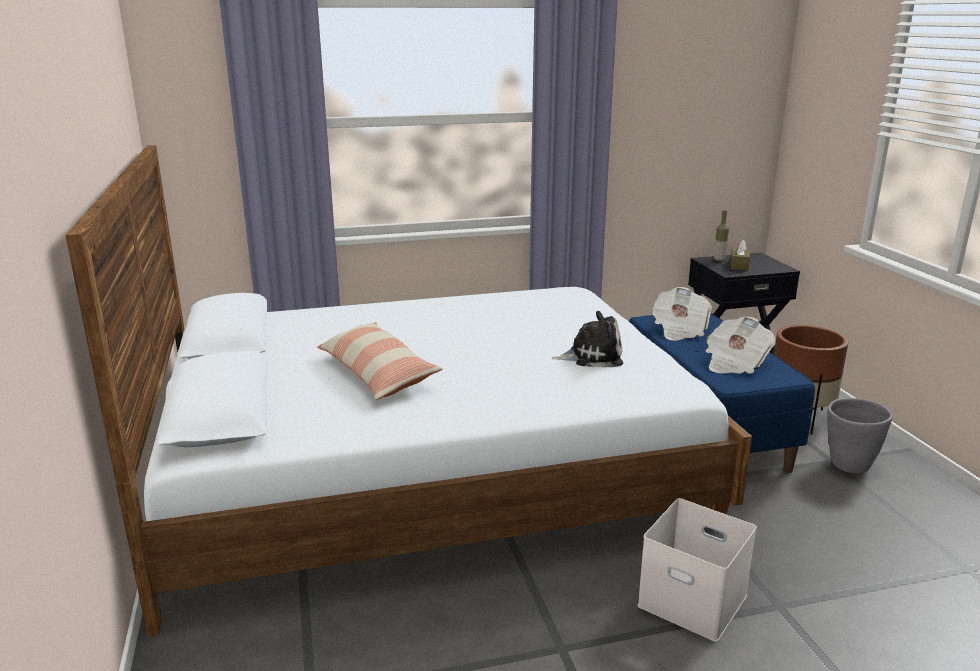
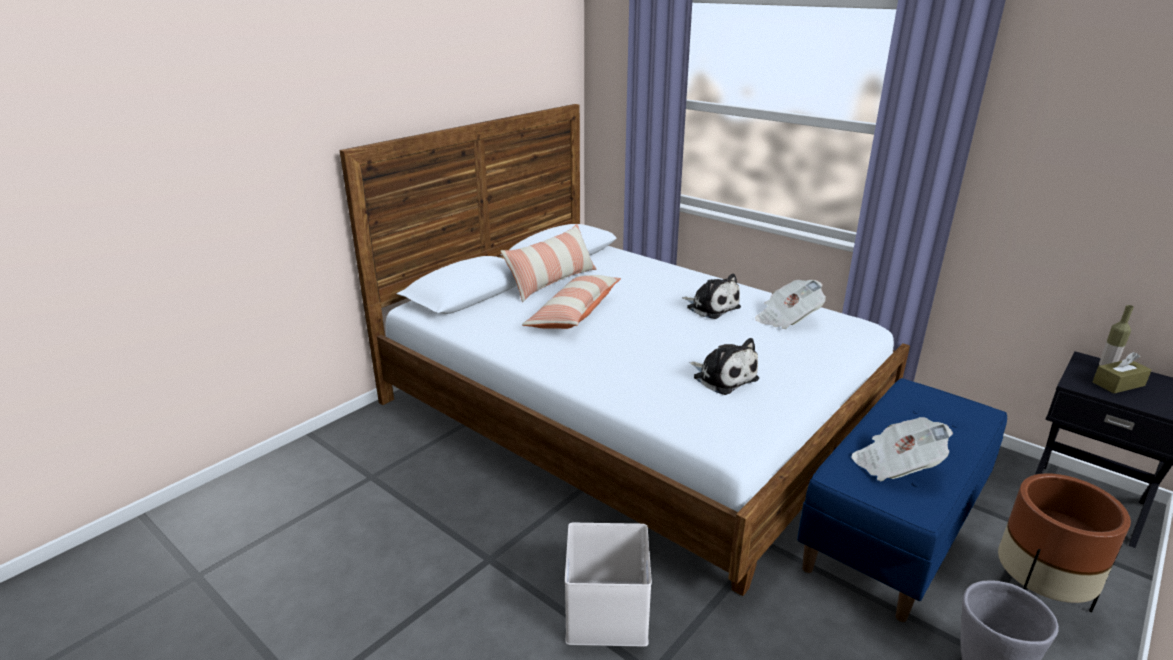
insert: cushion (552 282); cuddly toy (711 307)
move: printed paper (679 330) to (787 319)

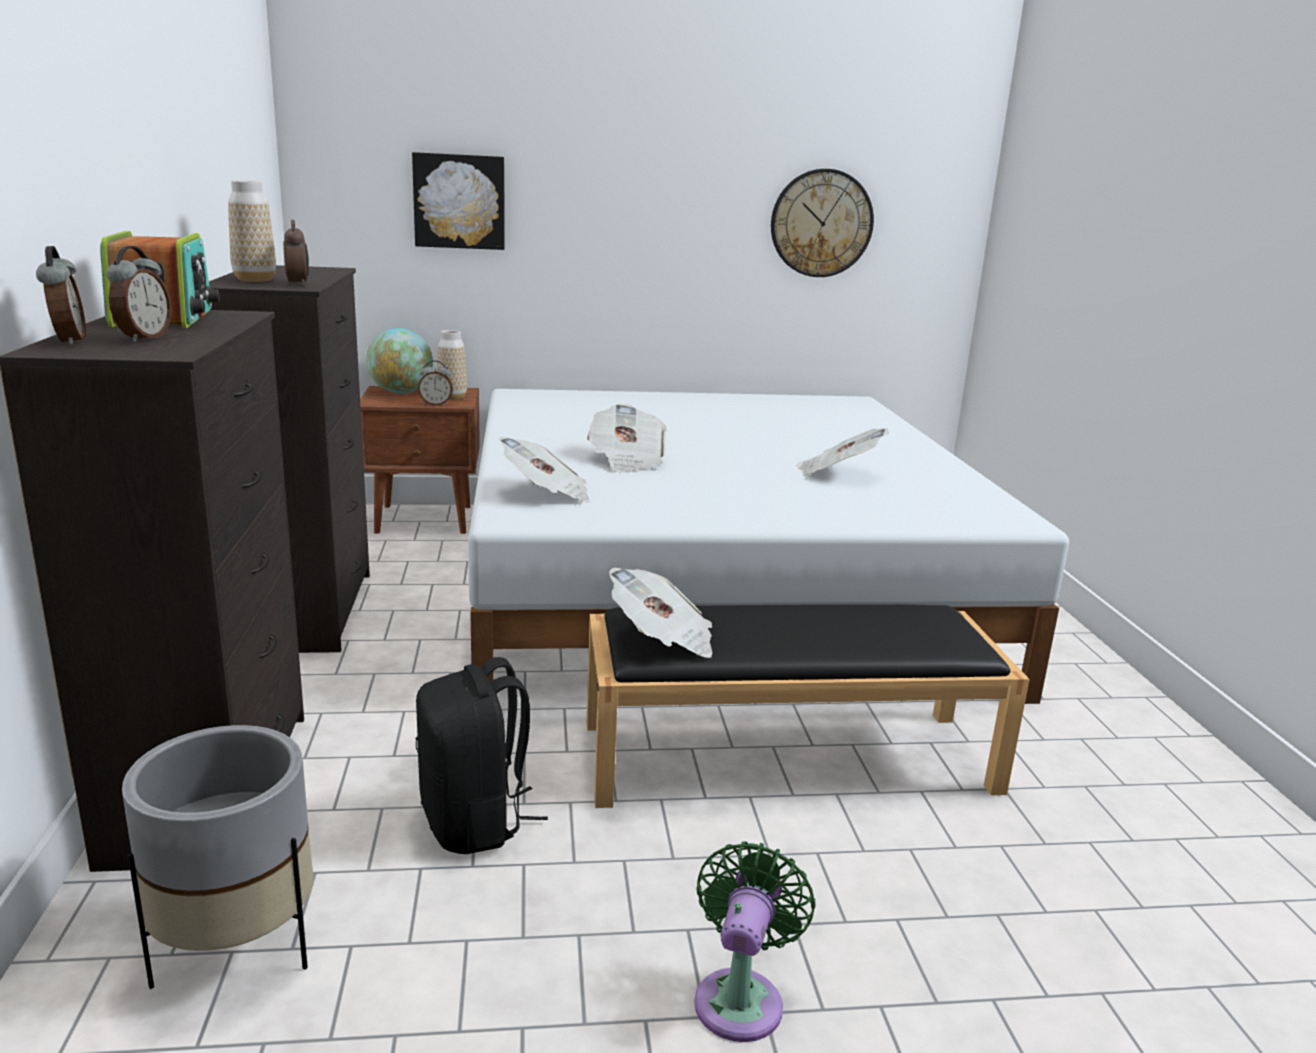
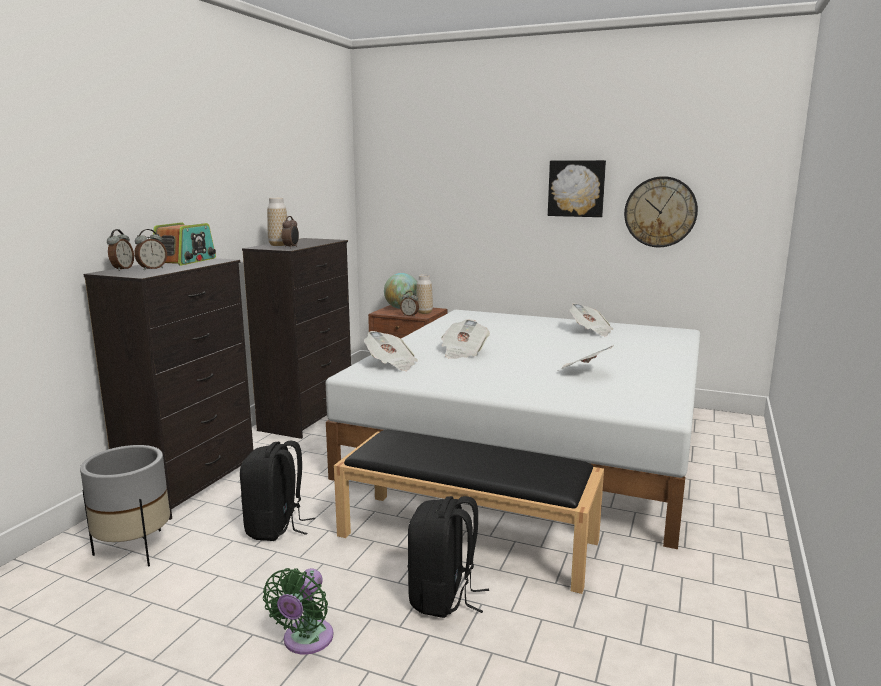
insert: backpack in blackish (443 597)
move: wall picture (459 201) to (576 188); printed paper (663 639) to (591 331)
rotate: cooling fan in green-coloured (741 997) = (305 641) 150 degrees clockwise

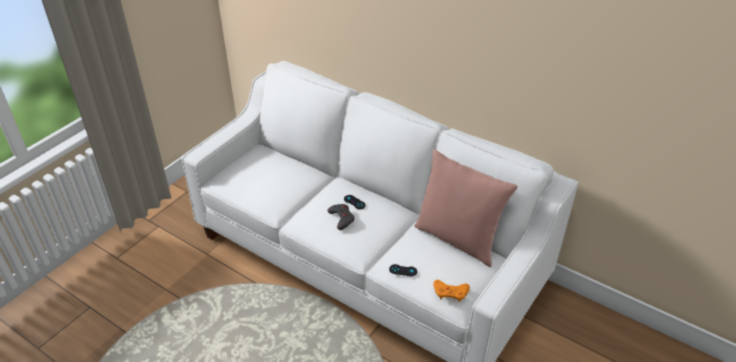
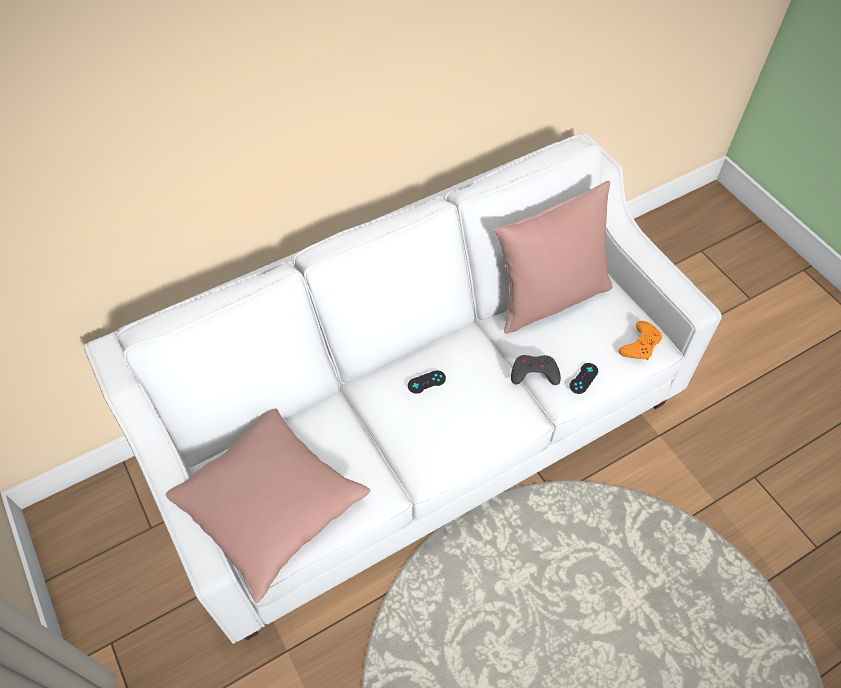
insert: cushion in pink (269 506)
move: gamepad in grey (341 218) to (534 373)

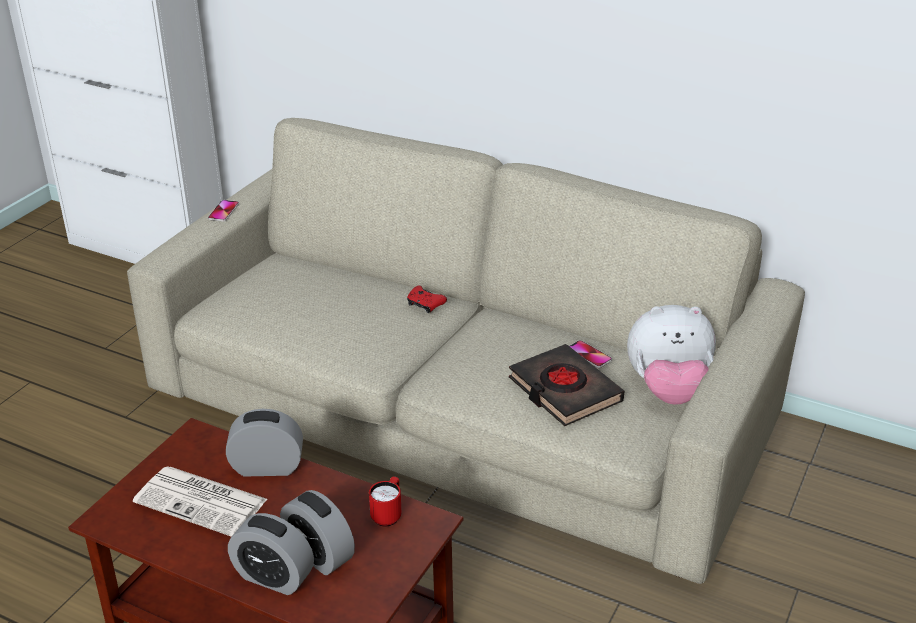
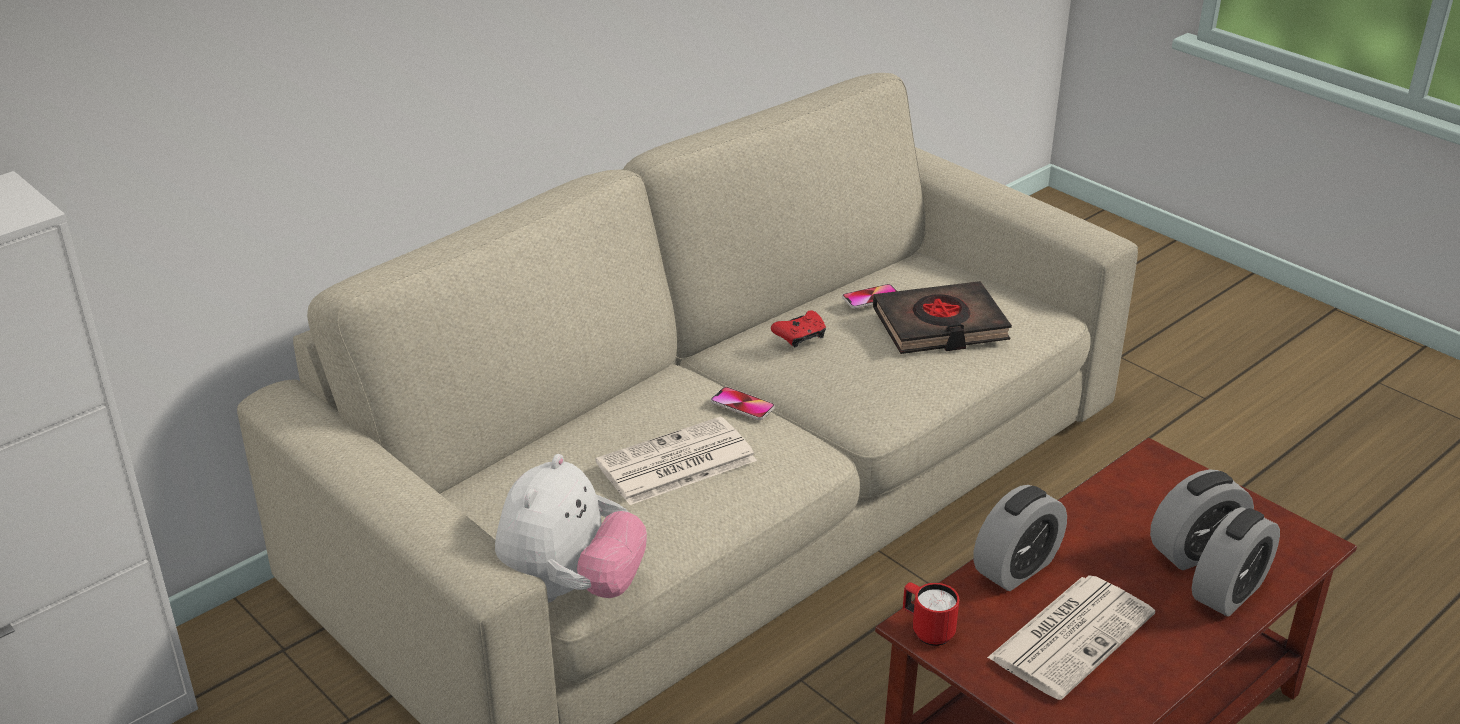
insert: printed paper (675 463)
move: telephone (223 211) to (742 405); tea mug in reddish (388 514) to (927 631); gamepad in reddish (425 304) to (800 336); cuddly toy (668 390) to (571 590)
rotate: table clock (267 467) = (1016 568) 150 degrees counterclockwise

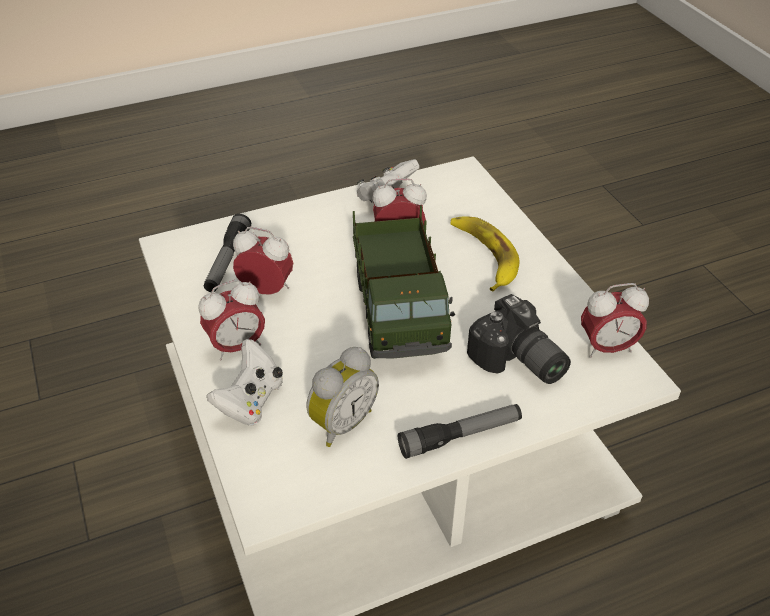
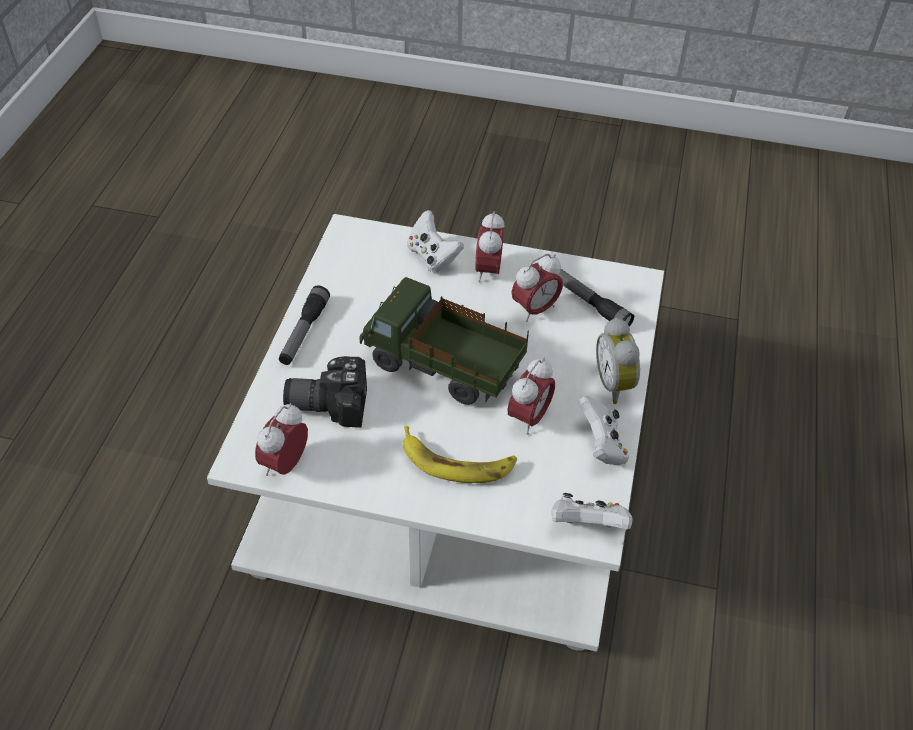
insert: gamepad in white (588 525)
move: table clock (341 422) to (616 384)

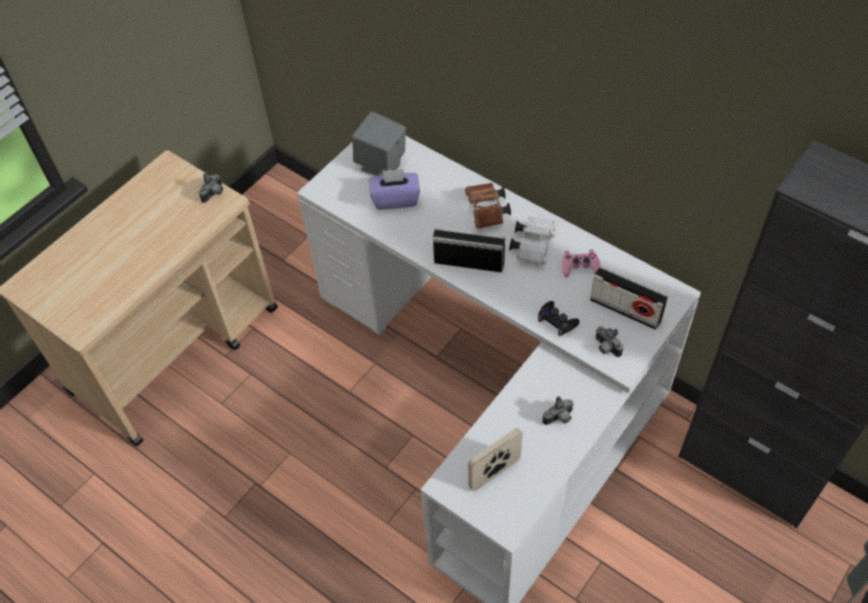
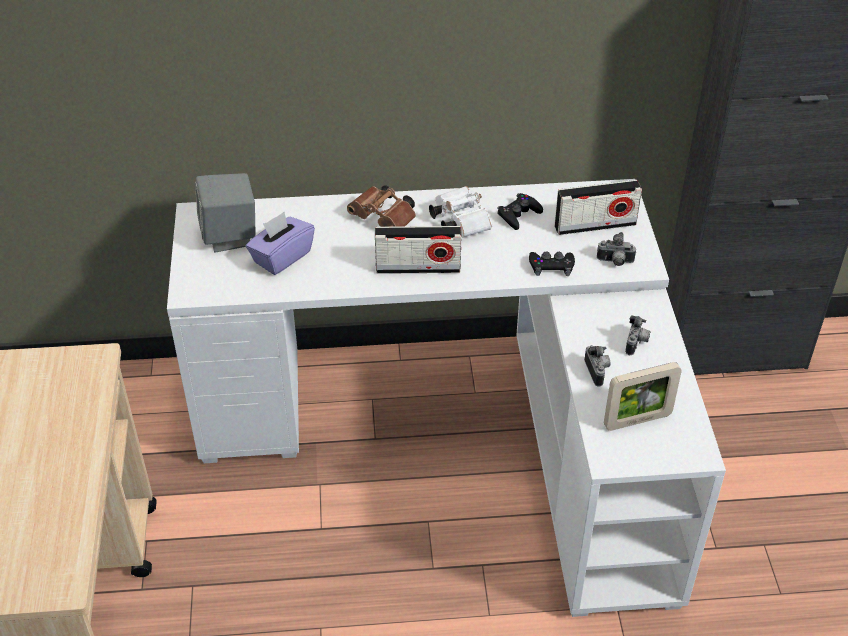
move: still camera (214 194) to (597 372)
recolor: gamepad in pink (580 266) to gamepad in blackish (518 215)
rotate: radio (469 262) = (418 268) 150 degrees counterclockwise; picture frame (494 473) = (637 420) 120 degrees counterclockwise

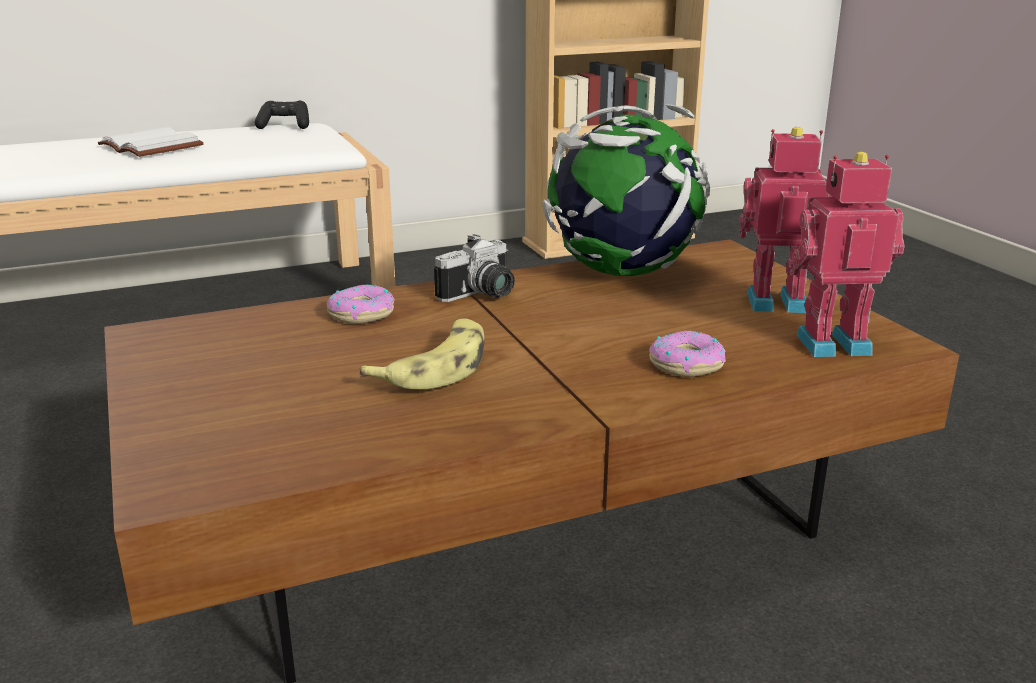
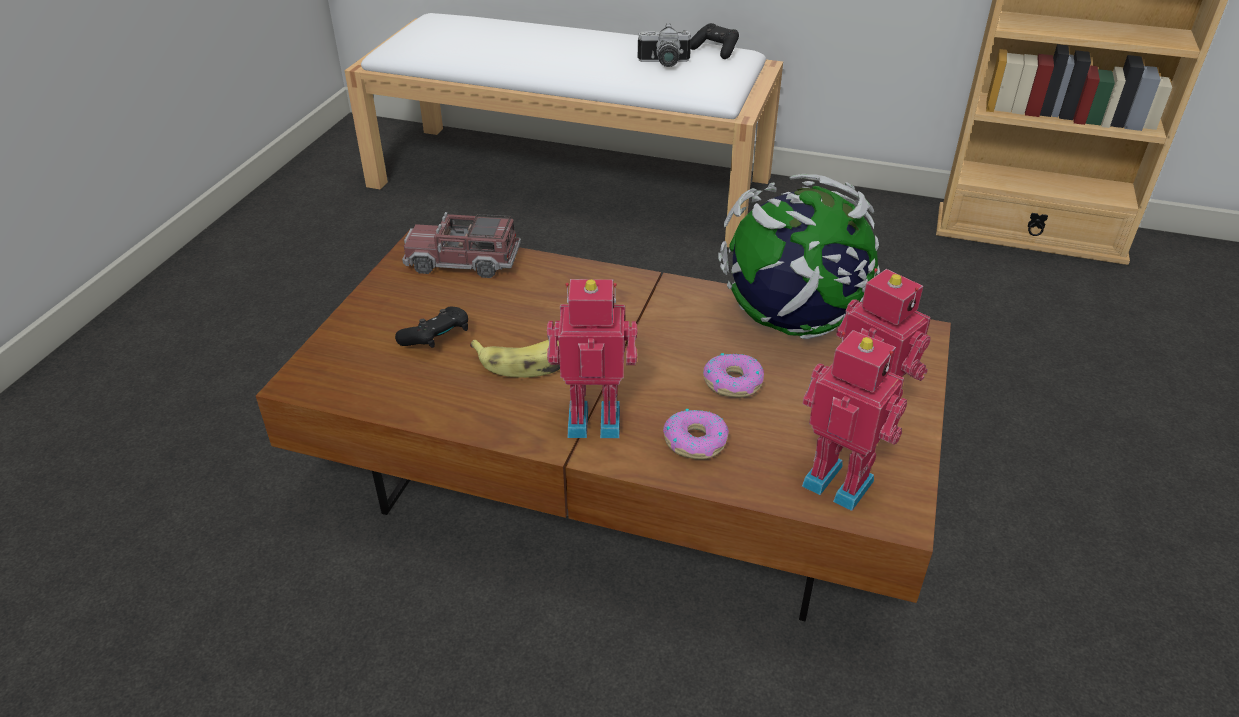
delete: volume in white (148 147)
insert: gamepad in blackish (437 339); model truck (463 262); model robot (594 418)
move: donut (361 314) to (733 382); still camera (482 295) to (664 63)

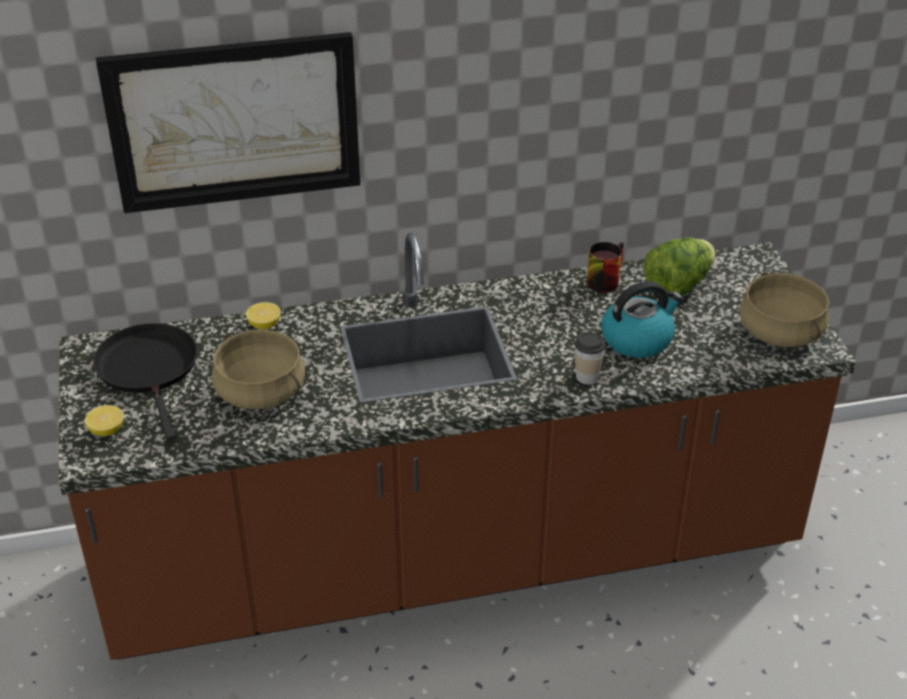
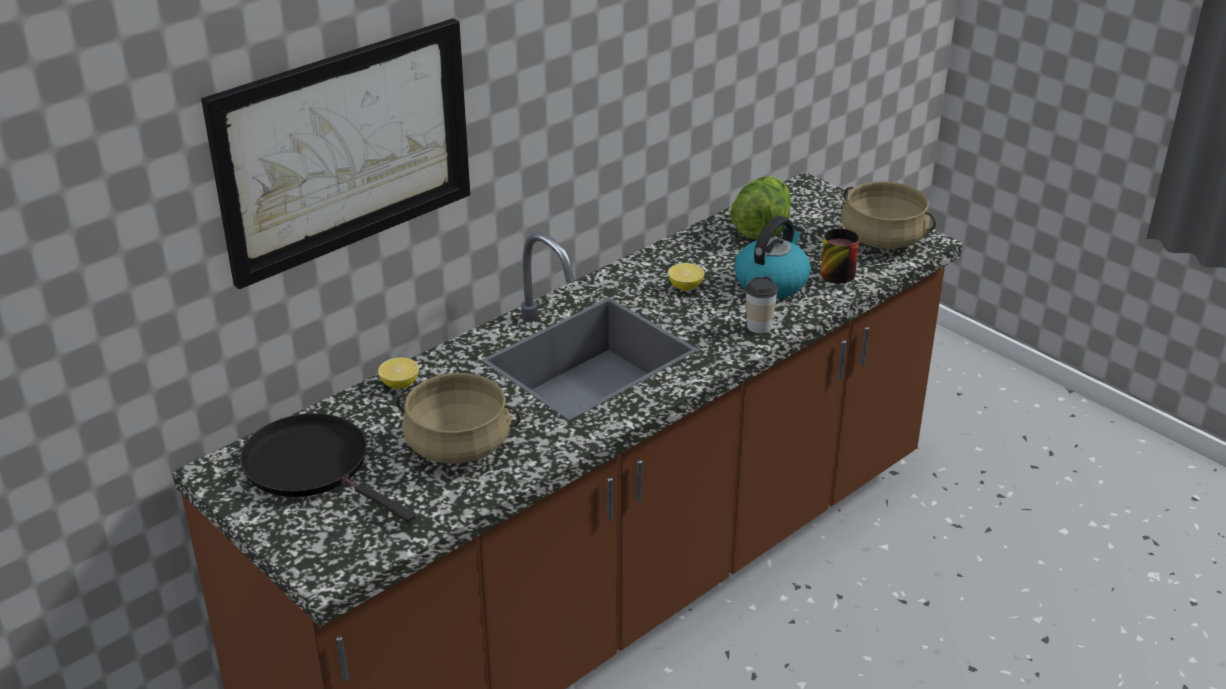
move: citrus fruit (107 431) to (685 287); tea mug (603 279) to (834 270)

